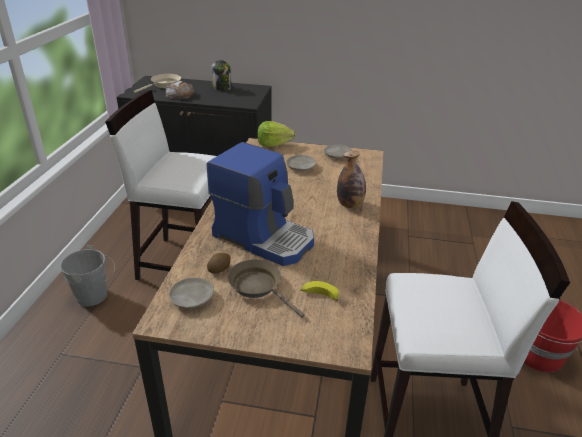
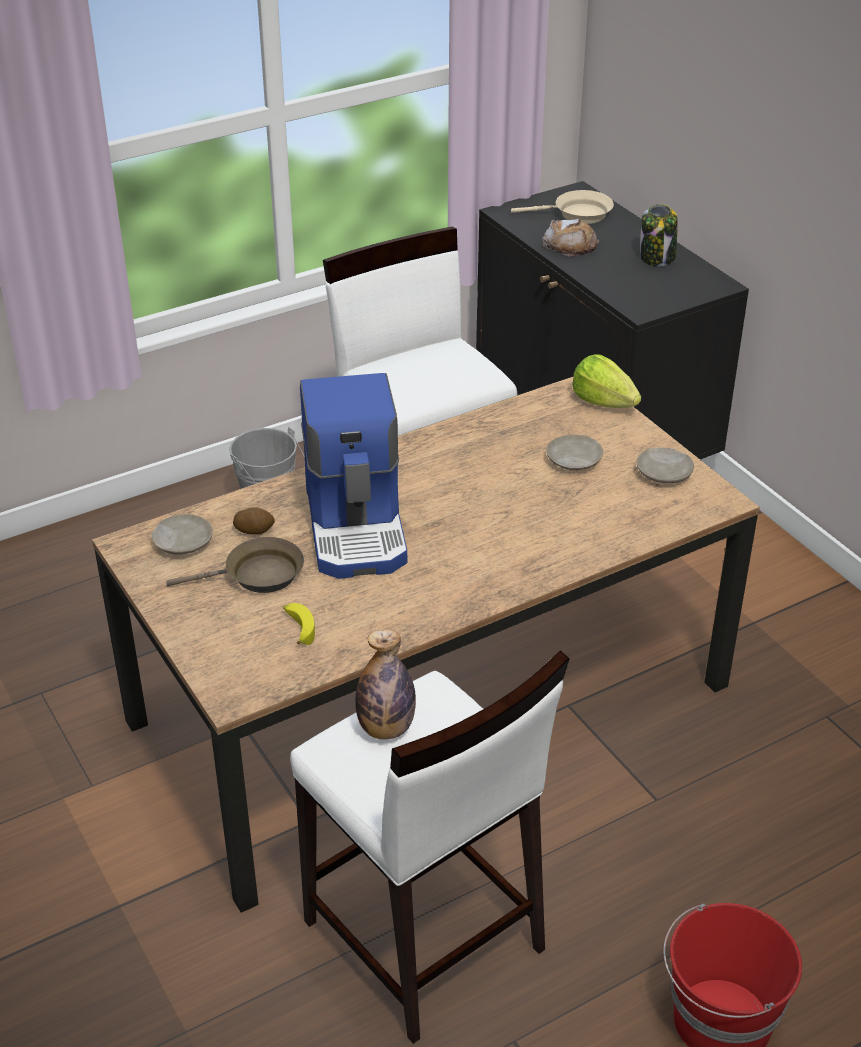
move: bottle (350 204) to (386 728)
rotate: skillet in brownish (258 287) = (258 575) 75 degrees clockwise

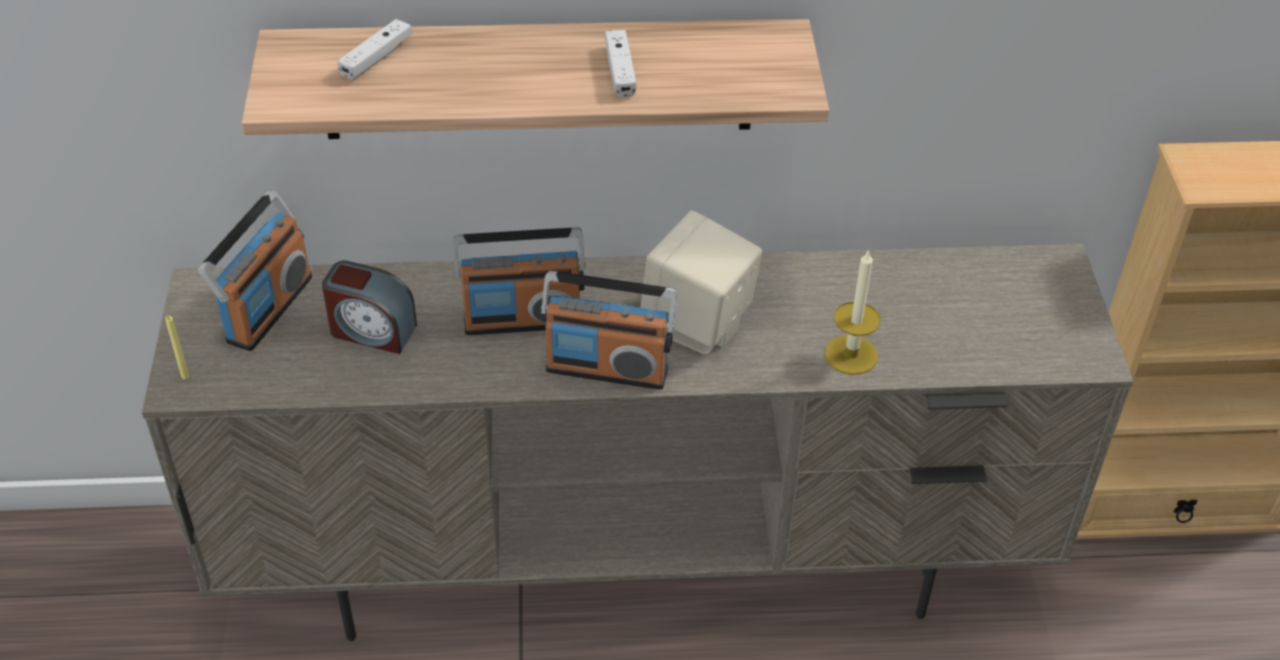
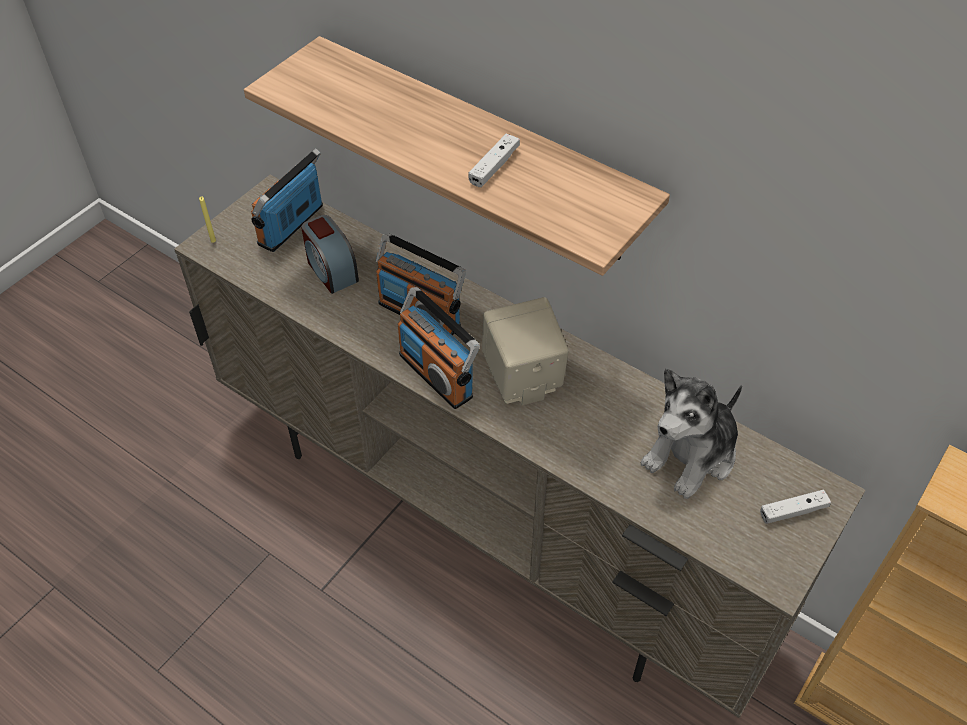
delete: candle (851 355)
insert: cuddly toy (691 455)
move: gamepad in white (376 58) to (793 511)
rotate: radio (268 308) = (292 225) 150 degrees clockwise

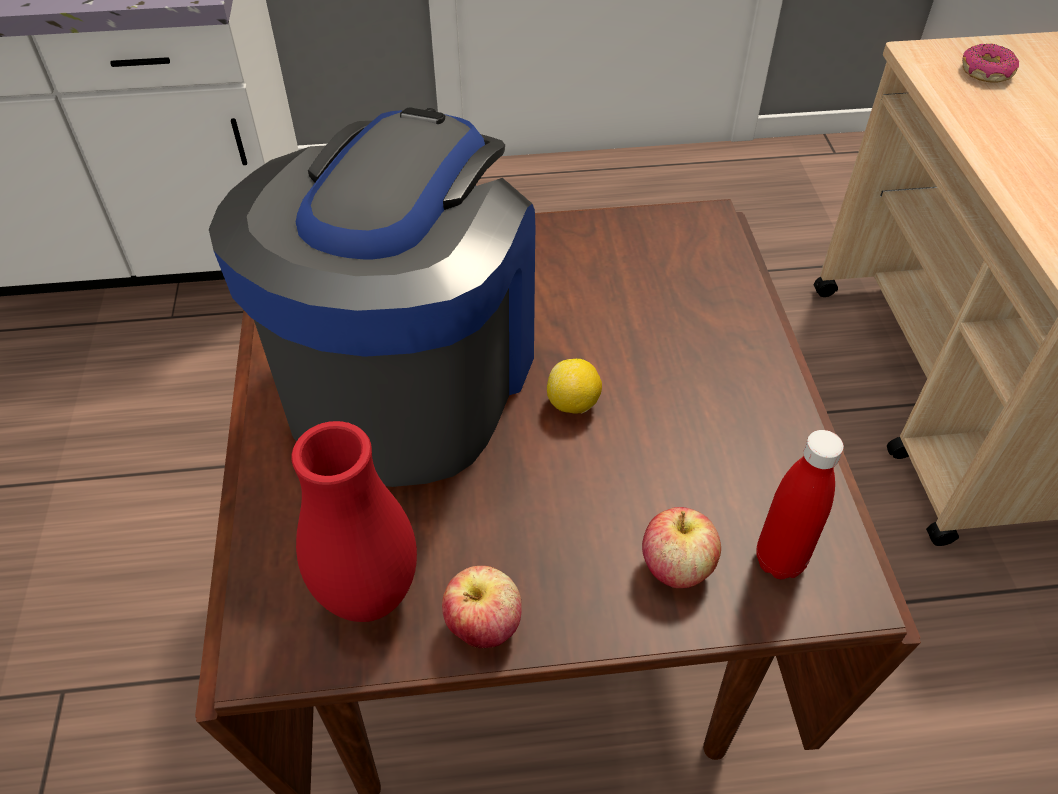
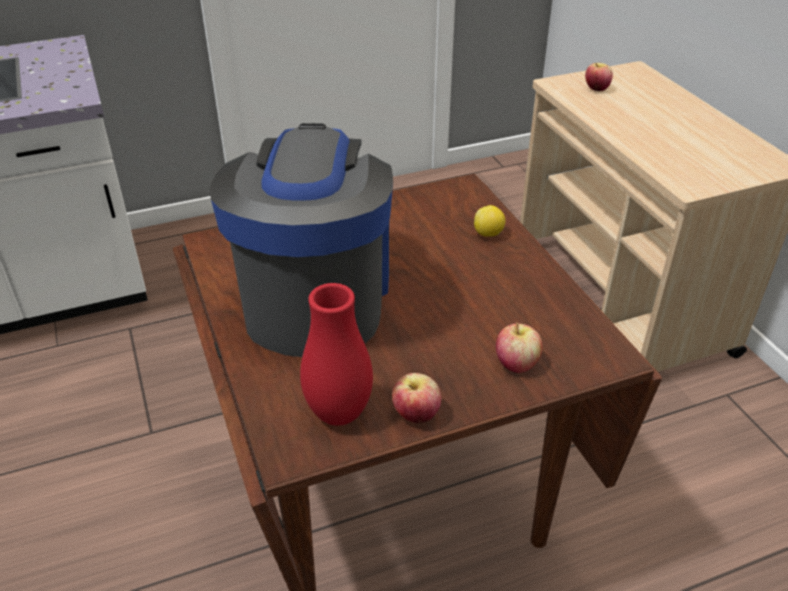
delete: bottle in reddish (779 560)
move: citrus fruit (573 404) to (488 234)
replace: donut (985 72) to apple (596 89)

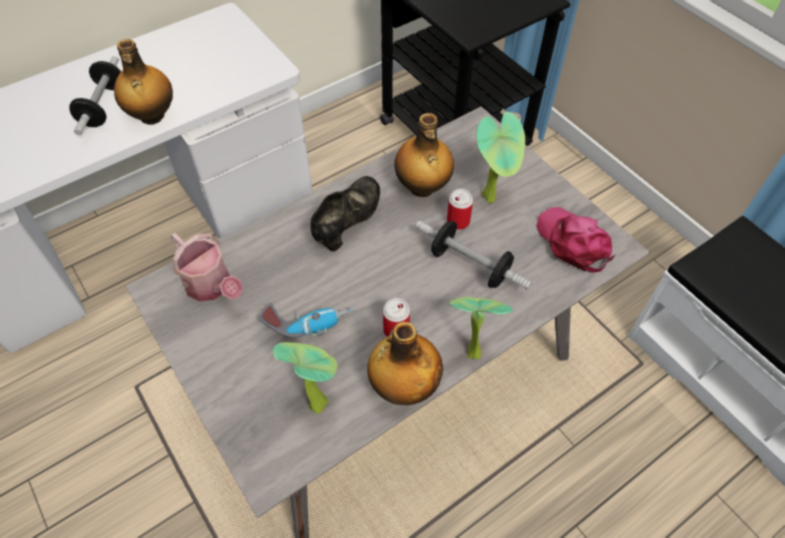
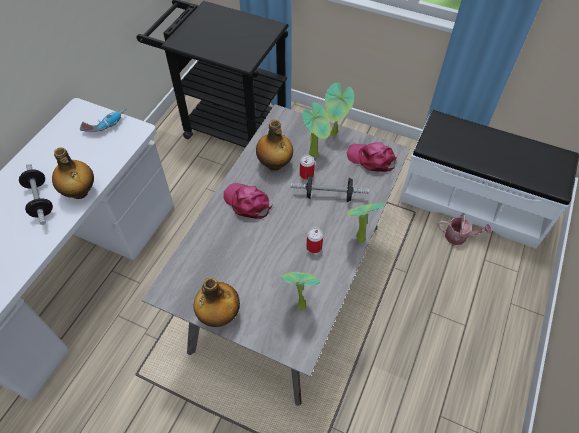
insert: potted plant (335 134)
move: sprinkling can (212 286) to (459 236); power drill (308 321) to (105 124); bottle (404 385) to (219 314)
replace: item of footwear in blackish (348 223) to peaked cap in pink (247 202)

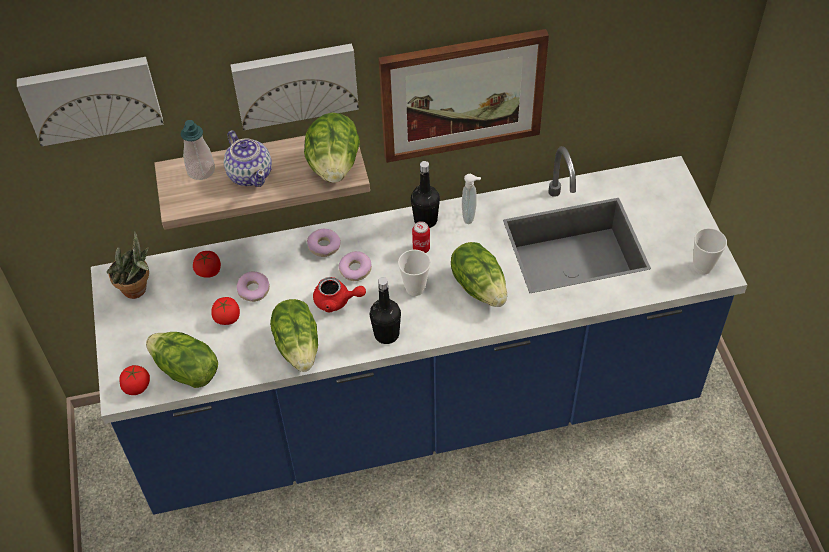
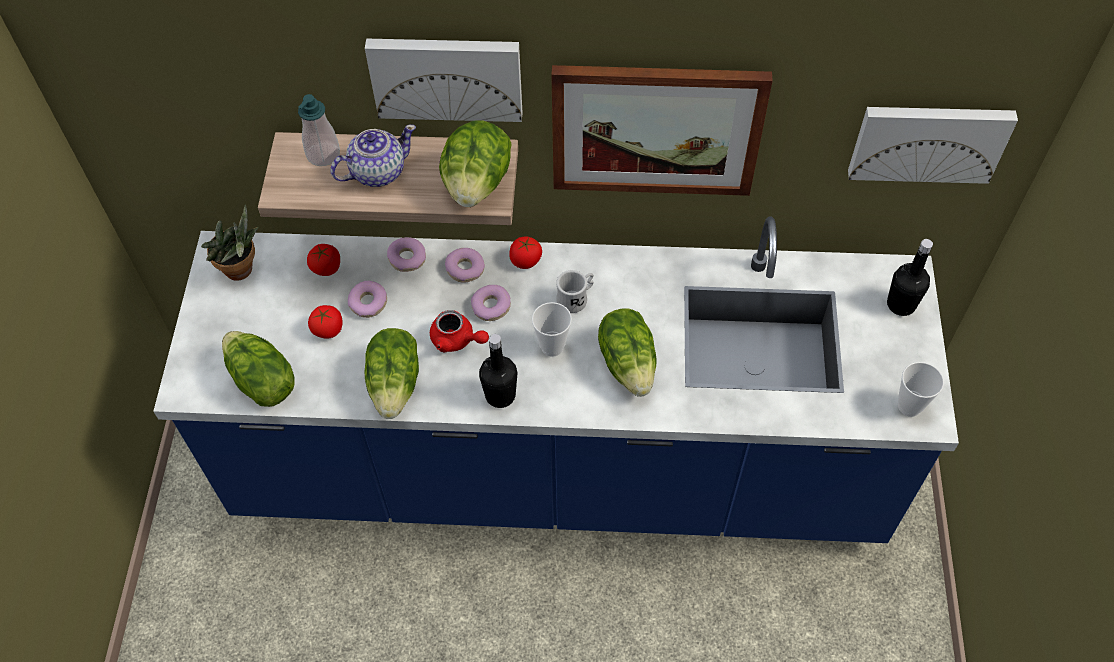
delete: liquid soap bottle (470 216)
insert: donut (407 259)
move: wall picture (92 98) to (928 140); whole tomato (137 386) to (525 260); bottle in blackish (425 220) to (901 304)
replace: sealed can (421 248) to tea mug in white (576 298)
rotate: teapot (250 174) = (377 172) 105 degrees counterclockwise

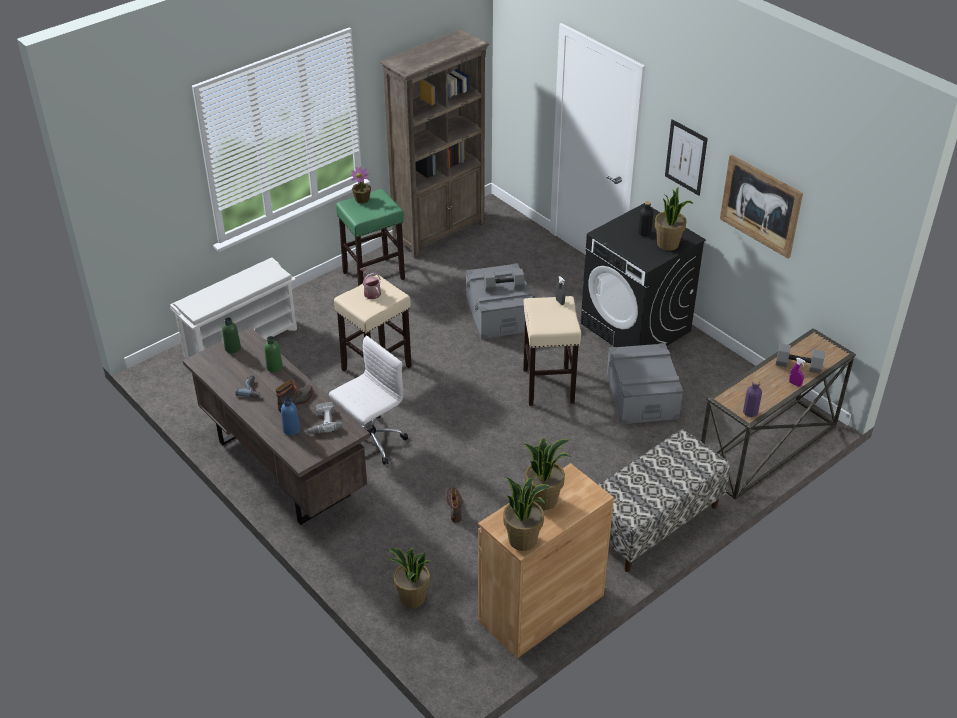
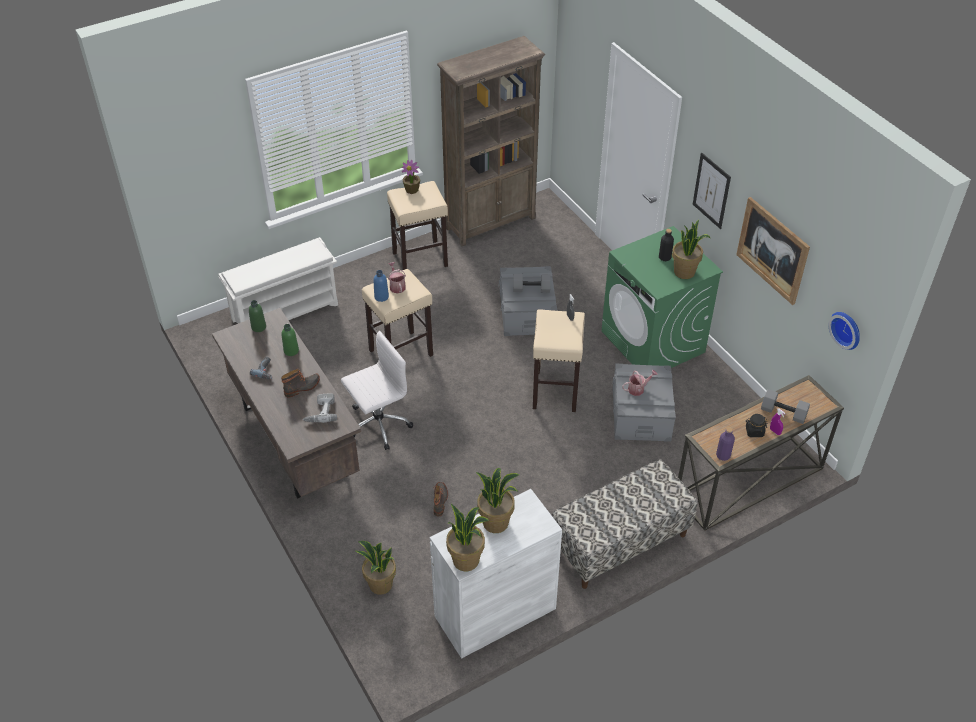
insert: sprinkling can (638 389); preserve jar in blackish (754 431); wall clock (847 329)
move: bottle in blue-coloured (291 429) to (381 297)
recolor: stool seat in green-coloured (374 275) to stool seat in beige-coloured (420 259); cupboard in brownish (541 608) to cupboard in white (495 612); washing machine in blackish (636 327) to washing machine in green-coloured (653 342)

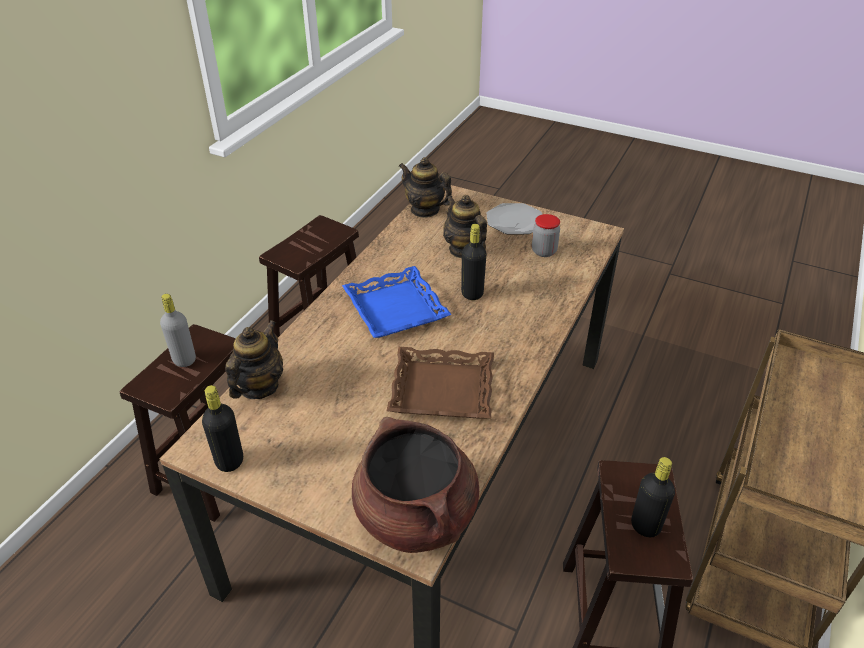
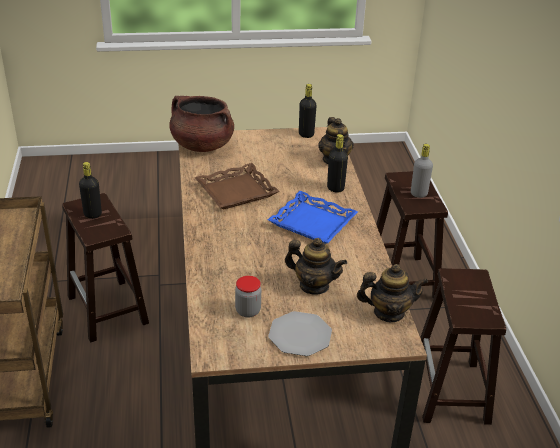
move: bottle in blackish (472 293) to (335 188)

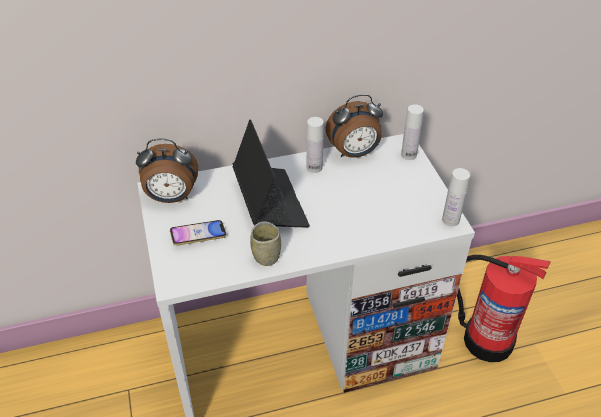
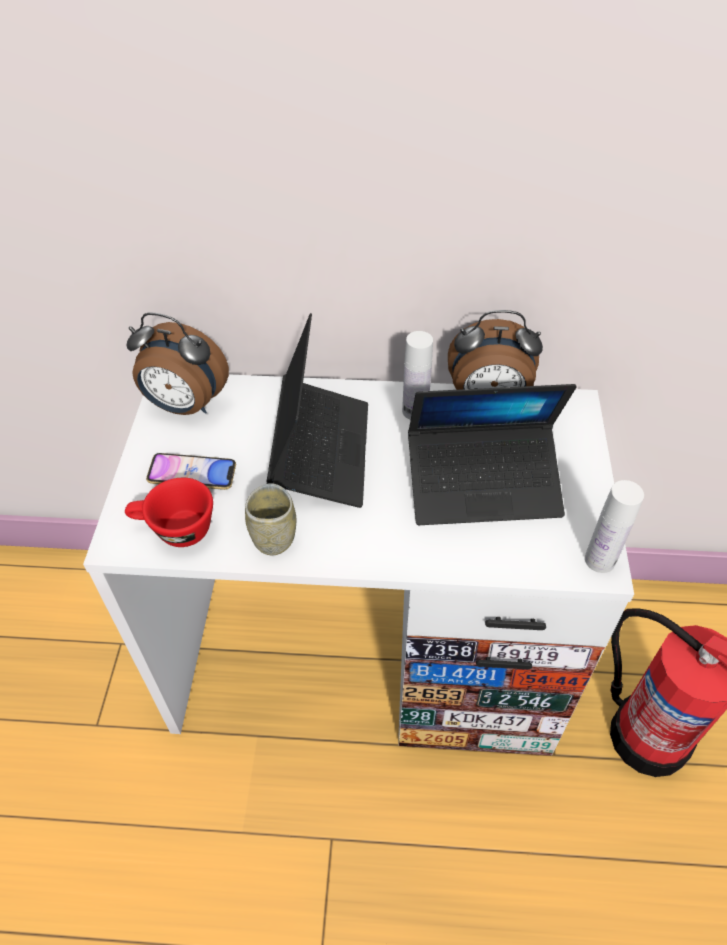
delete: bottle in white (408 155)
insert: drinking cup in reddish (175 530); notebook computer (483 485)

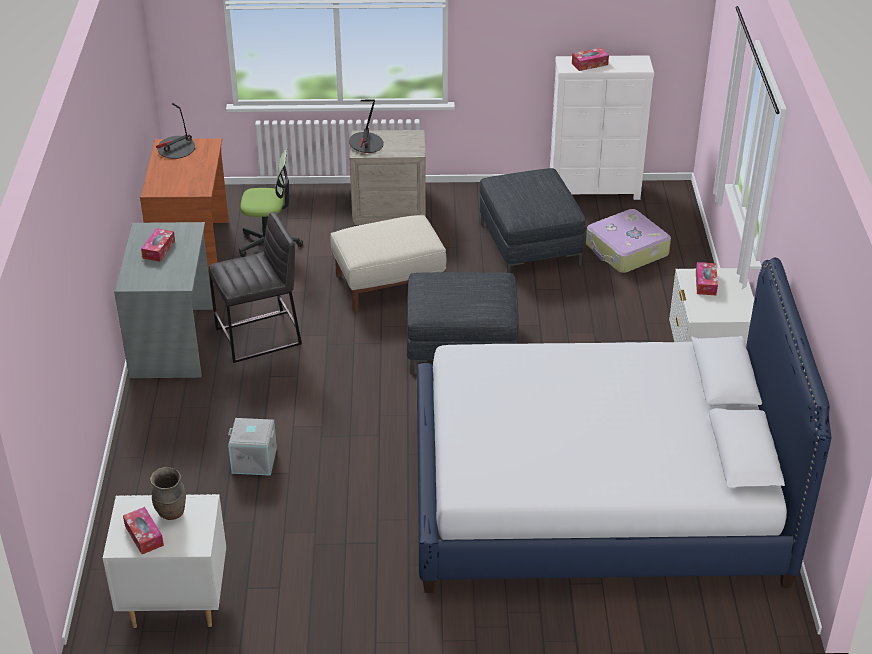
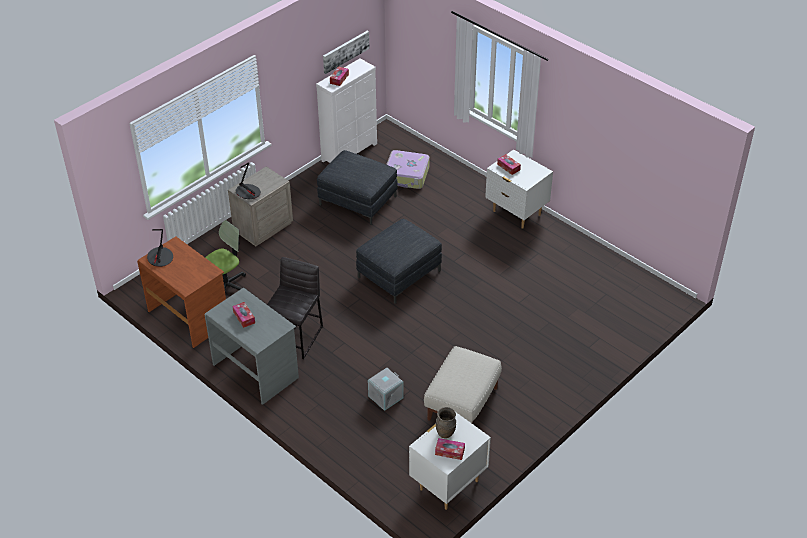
delete: sleeping bed (596 496)
insert: wall picture (345 51)
move: ottoman in beige-coloured (389 284) to (463 403)

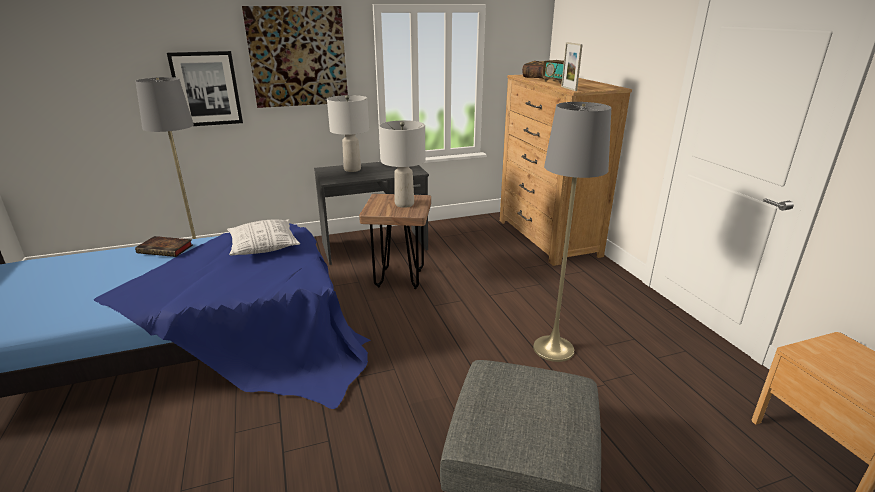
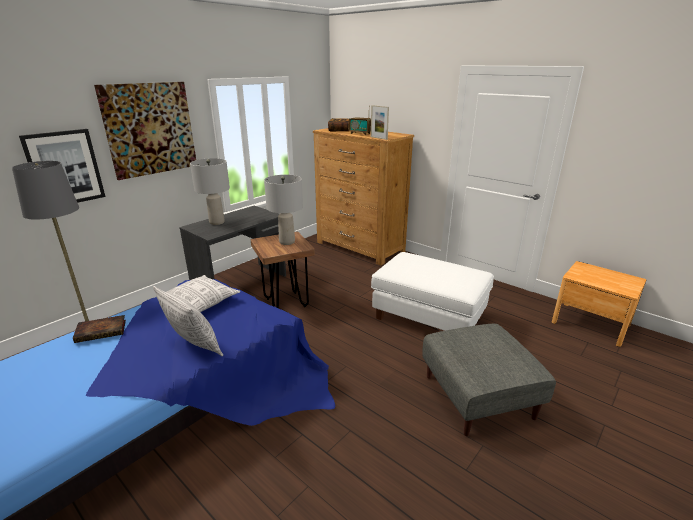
insert: cushion (194 347)
replace: floor lamp in grey (553 348) to ottoman in white (429 318)

